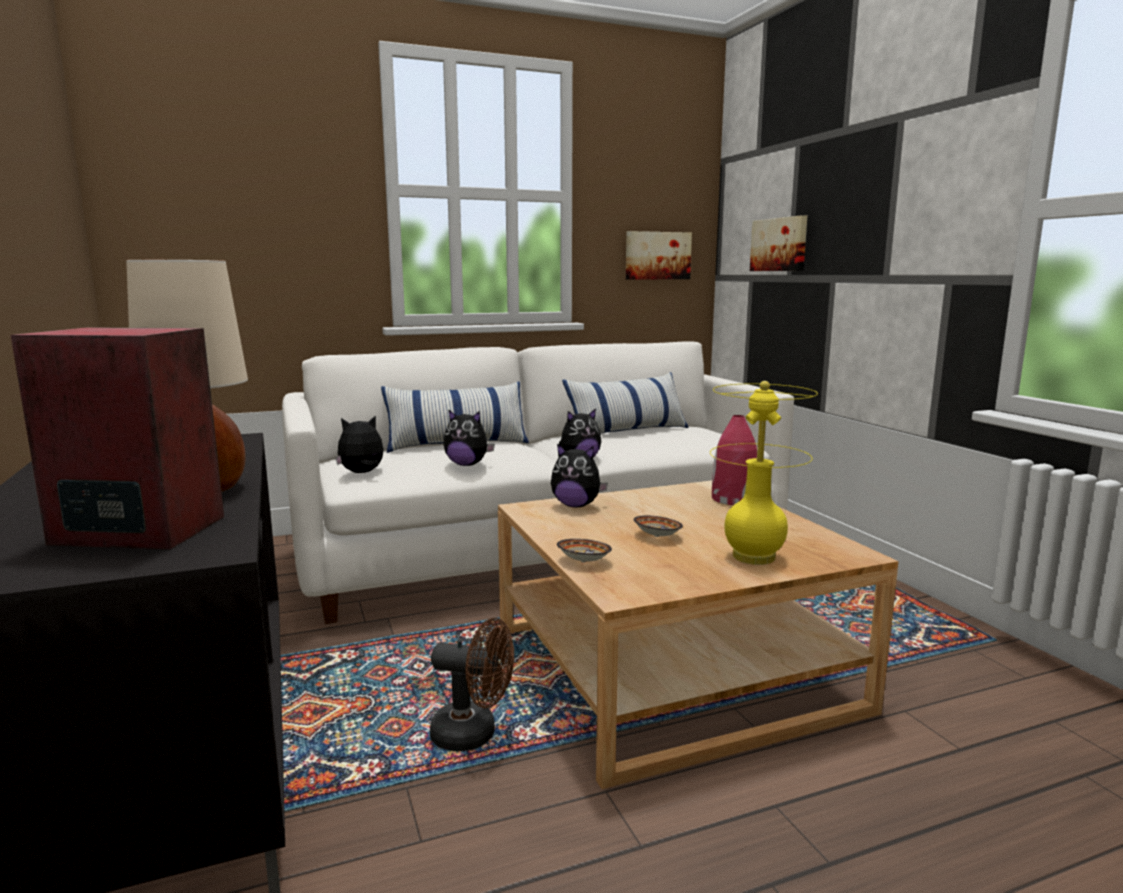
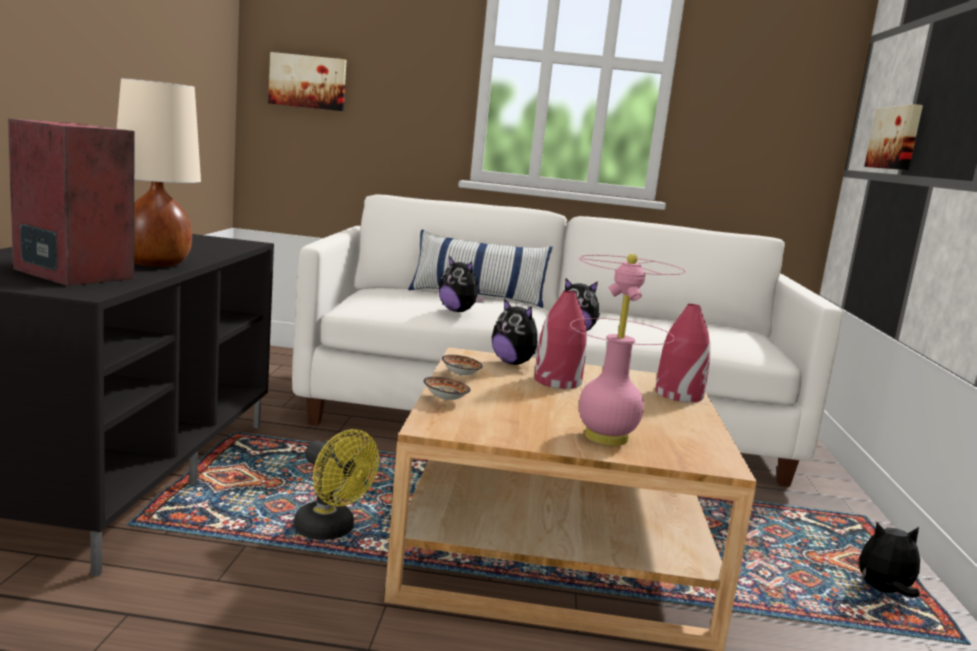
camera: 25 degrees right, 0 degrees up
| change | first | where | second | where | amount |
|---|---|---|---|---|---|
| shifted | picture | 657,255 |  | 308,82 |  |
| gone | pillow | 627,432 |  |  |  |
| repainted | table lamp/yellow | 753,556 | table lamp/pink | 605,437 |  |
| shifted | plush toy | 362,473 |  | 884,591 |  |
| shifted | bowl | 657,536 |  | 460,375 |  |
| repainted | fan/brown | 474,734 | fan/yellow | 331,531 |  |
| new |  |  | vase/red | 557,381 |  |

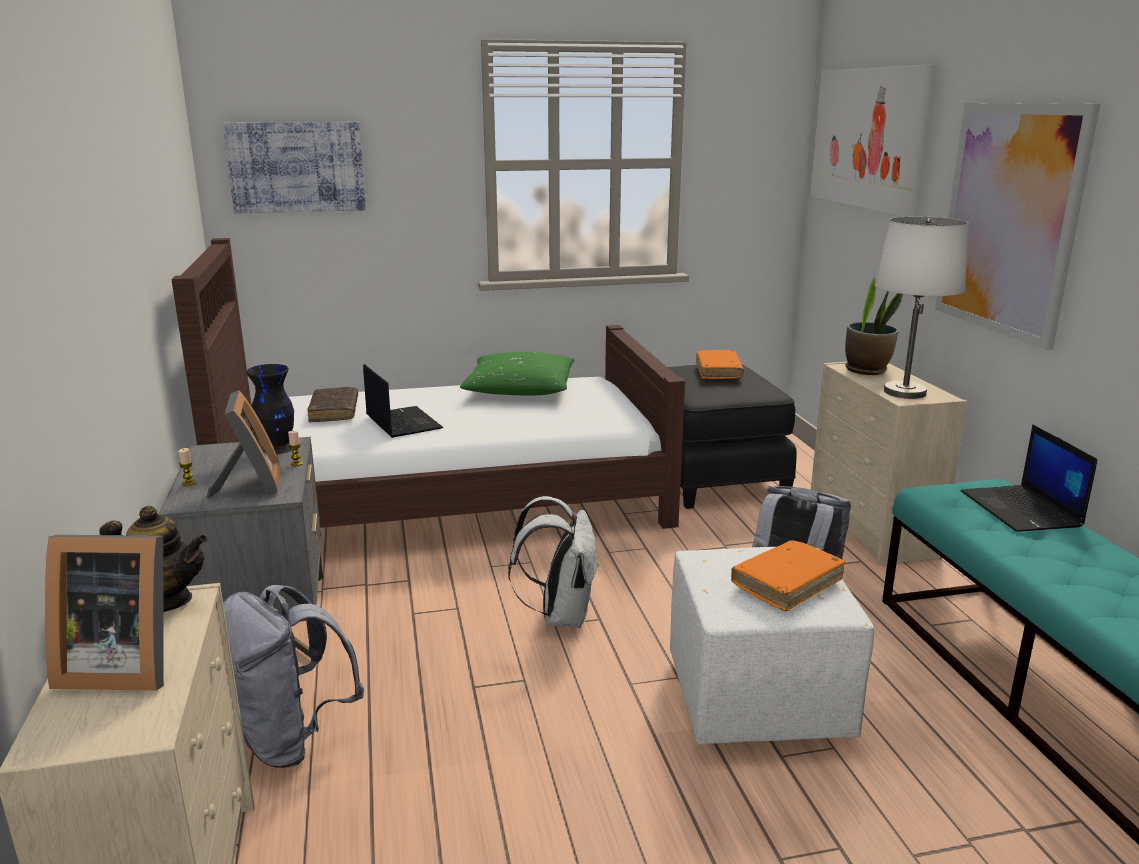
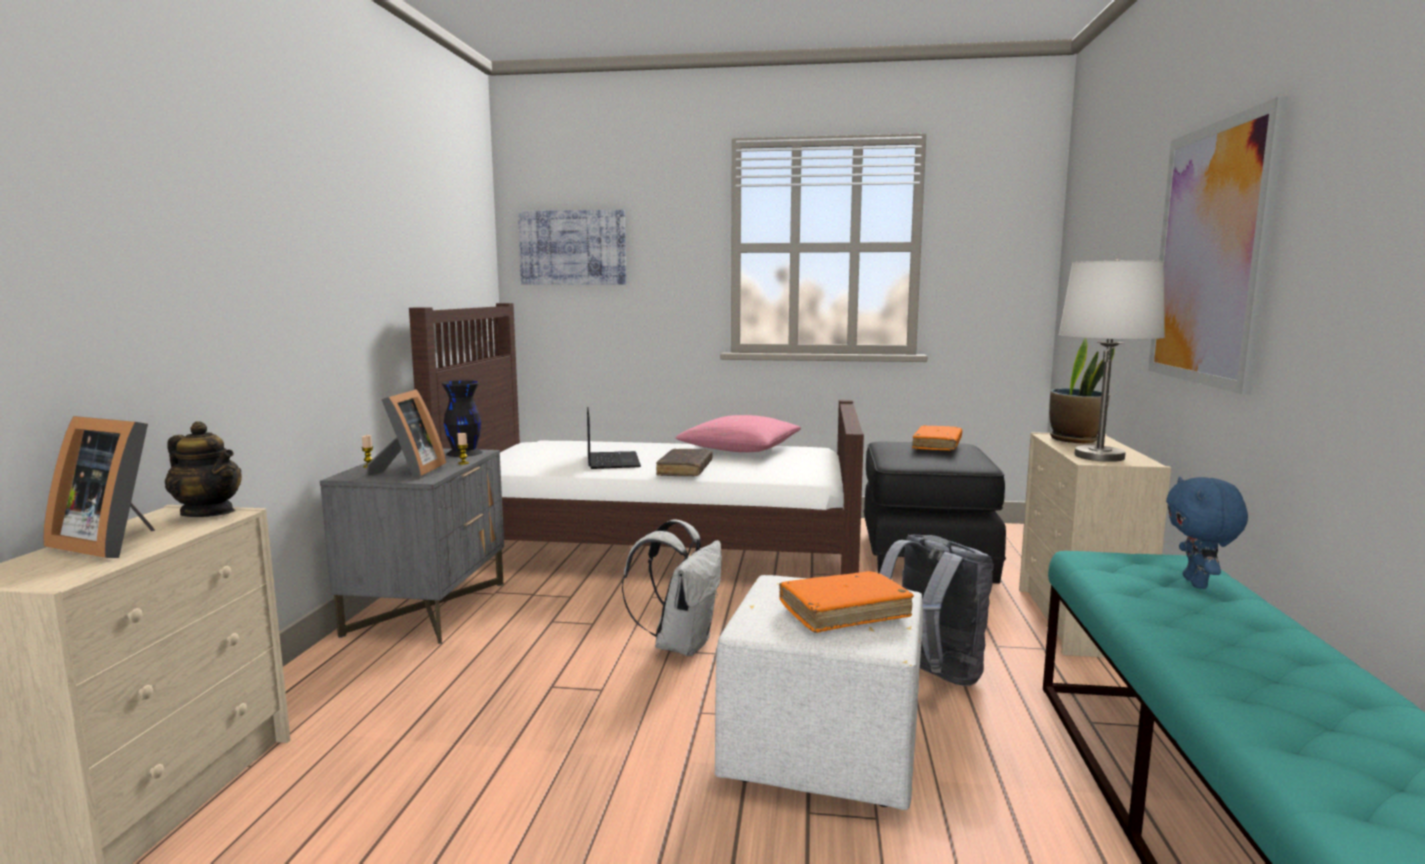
camera: 20 degrees right, 10 degrees down
| change | first | where | second | where | amount |
|---|---|---|---|---|---|
| gone | picture | 869,138 |  |  |  |
| repainted | pillow/green | 520,390 | pillow/pink | 739,449 |  |
| shifted | book/brown | 334,412 |  | 685,470 |  |
| swapped | laptop | 1022,510 | plush toy/blue | 1197,583 |  |
| gone | backpack/grey | 290,739 |  |  |  |

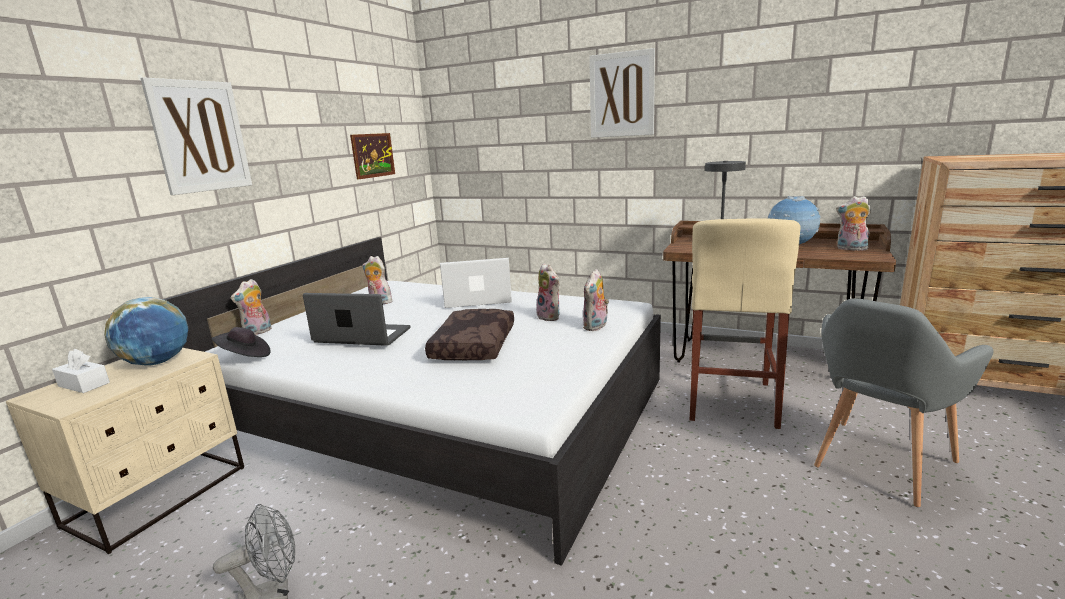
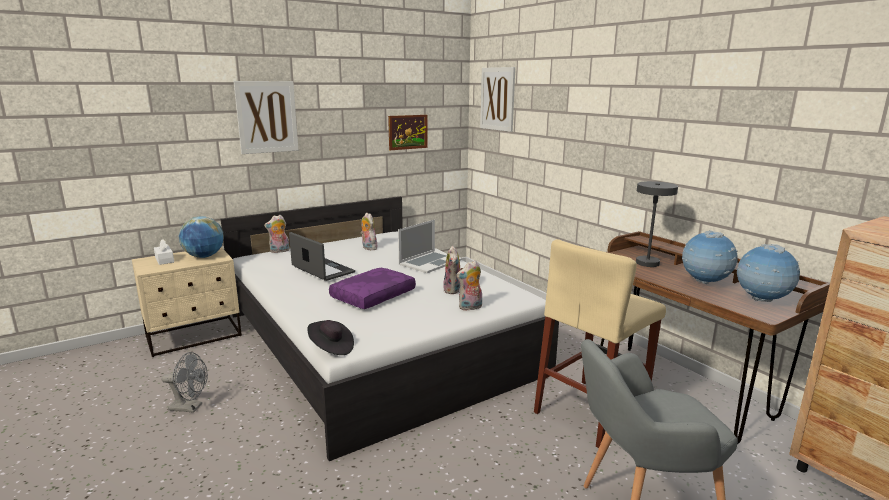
camera: 30 degrees right, 0 degrees up
| change | first | where | second | where | amount |
|---|---|---|---|---|---|
| shifted | picture | 621,95 |  | 497,99 |  |
| swapped | plush toy | 850,249 | globe | 762,300 |  |
| rotated | laptop | 478,298 |  | 430,262 | 105 degrees clockwise |
| repainted | pillow/brown | 472,345 | pillow/purple | 373,296 |  |
| shifted | hat/black | 245,356 |  | 331,348 |  |

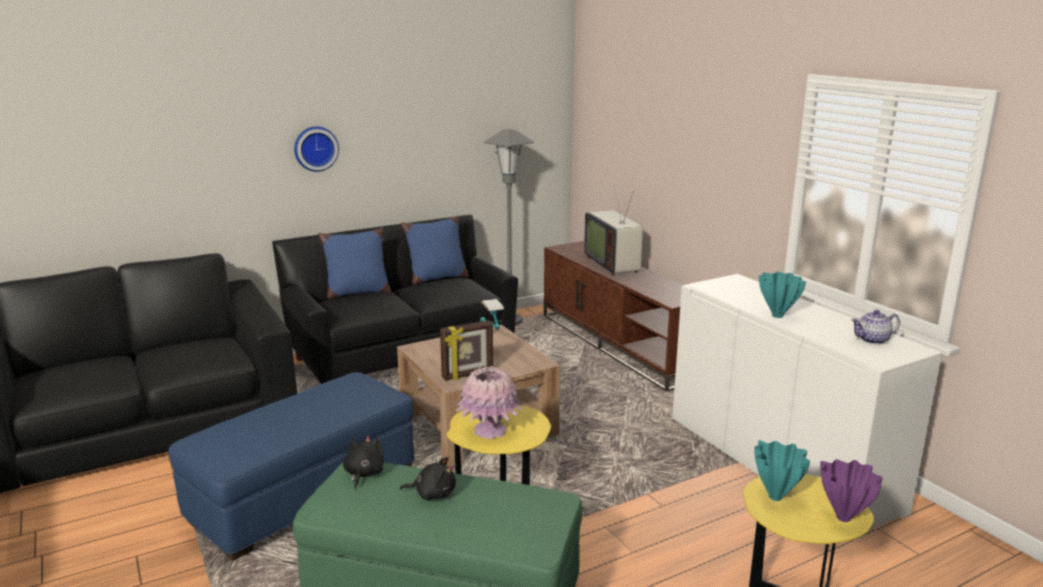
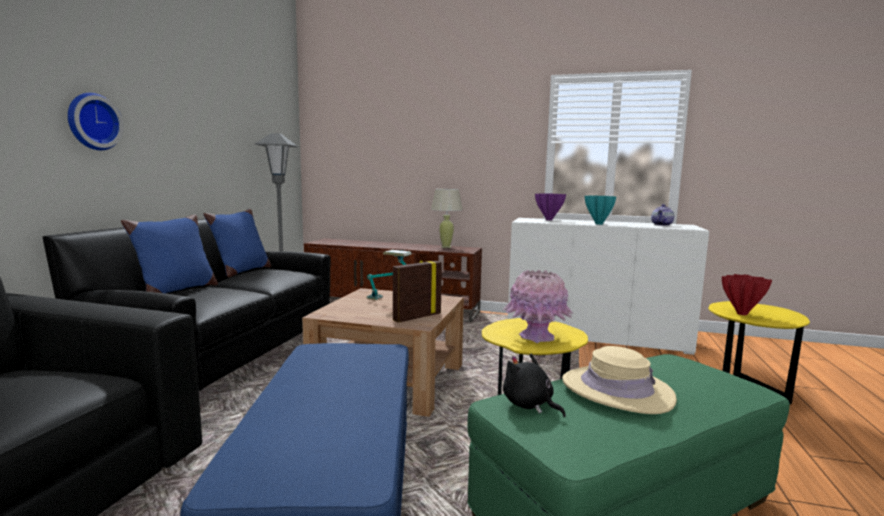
camera: 45 degrees left, 10 degrees down
| change | first | where | second | where | amount |
|---|---|---|---|---|---|
| gone | television | 614,264 |  |  |  |
| rotated | picture frame | 468,375 |  | 416,317 | 150 degrees counterclockwise |
| repainted | vase/turquoise | 776,498 | vase/red | 743,314 |  |
| swapped | plush toy/black | 433,493 | hat/beige | 616,390 |  |
| shifted | vase/purple | 844,518 |  | 549,220 |  |
| new |  |  | table lamp/beige | 446,247 |  |

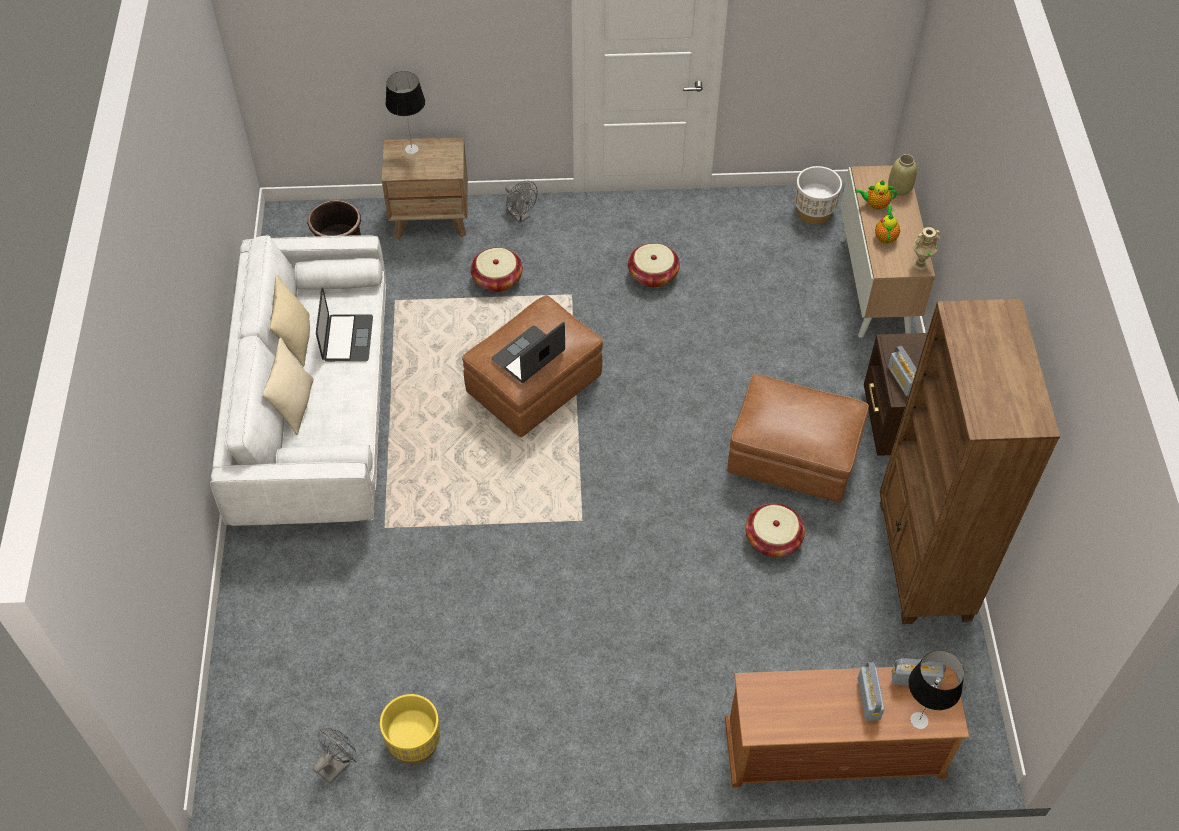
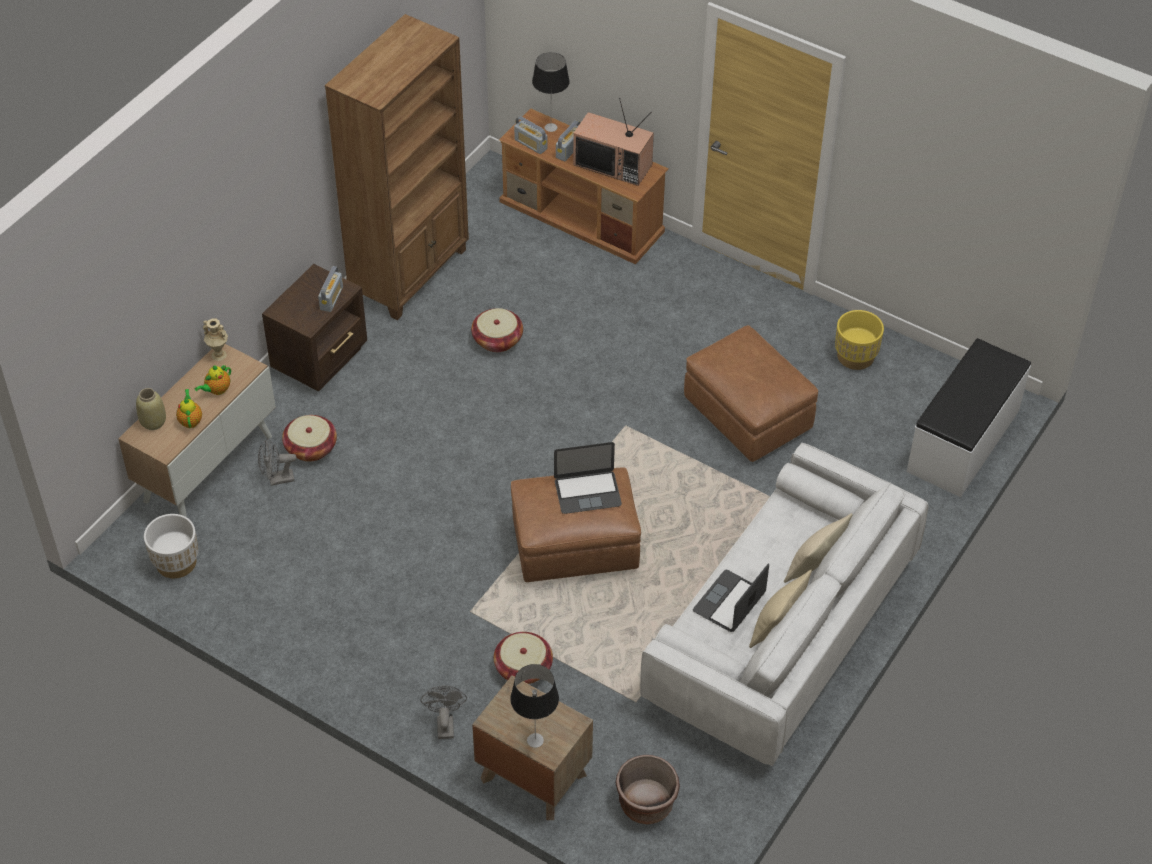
camera: 145 degrees left, 5 degrees down
| change | first | where | second | where | amount |
|---|---|---|---|---|---|
| rotated | teapot | 875,204 |  | 190,420 | 135 degrees counterclockwise |
| shifted | basket | 653,274 |  | 311,447 |  |
| shifted | ottoman/brown | 792,459 |  | 747,415 |  |
| shifted | fan/grey | 338,764 |  | 277,479 |  |
| new |  |  | television | 614,164 |  |
| new |  |  | bench/white | 964,441 |  |

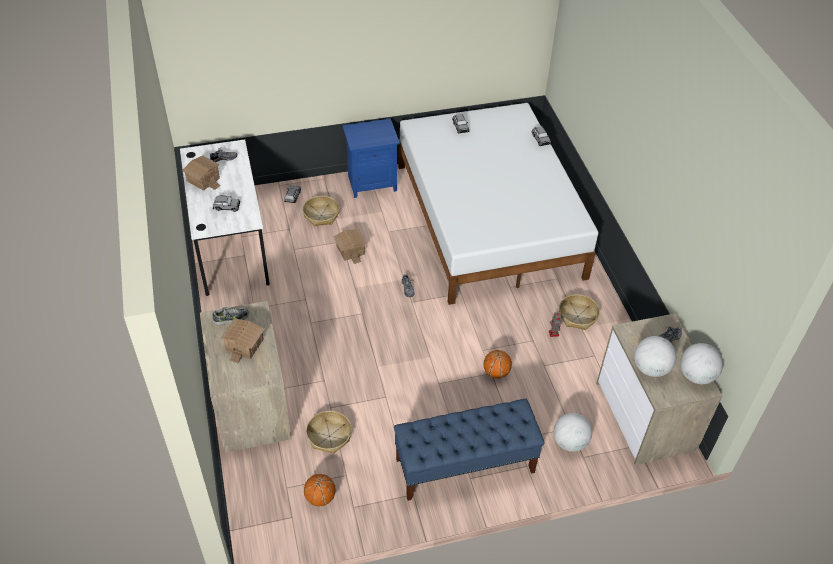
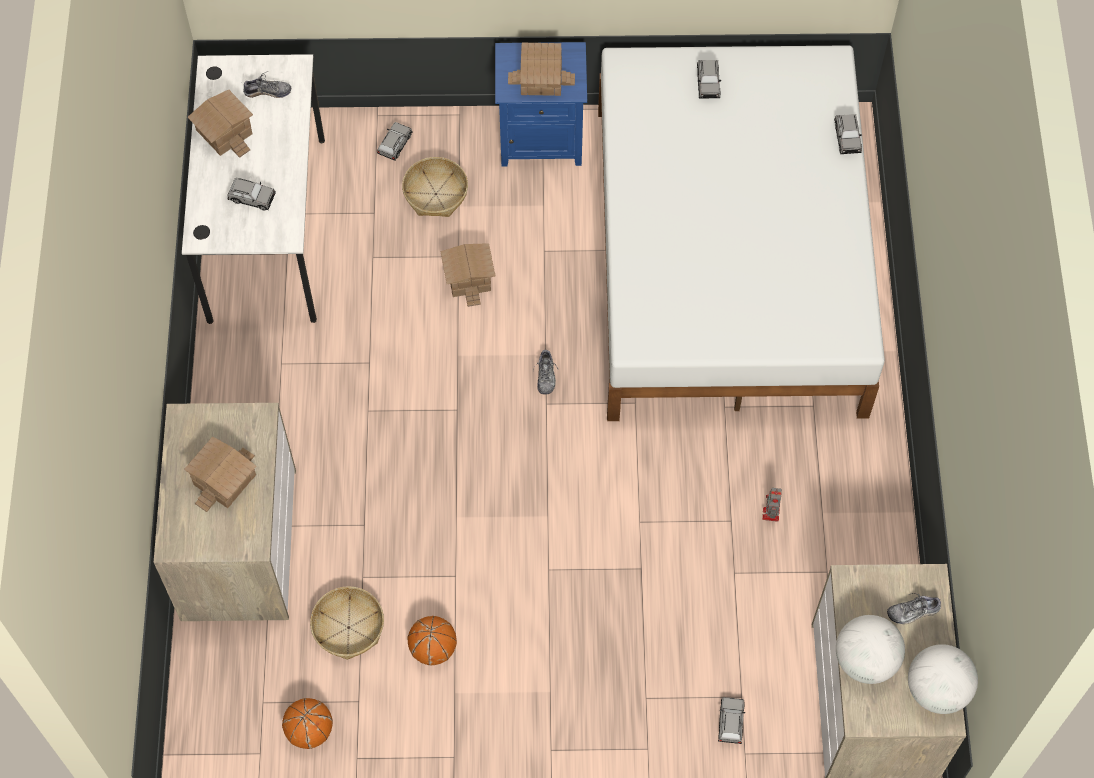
camera: 15 degrees right, 15 degrees up
| change | first | where | second | where | amount |
|---|---|---|---|---|---|
| gone | basket | 578,316 |  |  |  |
| gone | shoe | 231,318 |  |  |  |
| shifted | basketball | 496,372 |  | 433,648 |  |
| gone | bench/blue | 464,466 |  |  |  |
| swapped | globe | 569,442 | toy car/grey | 730,722 |  |
| new |  |  | toy house | 541,80 |  |

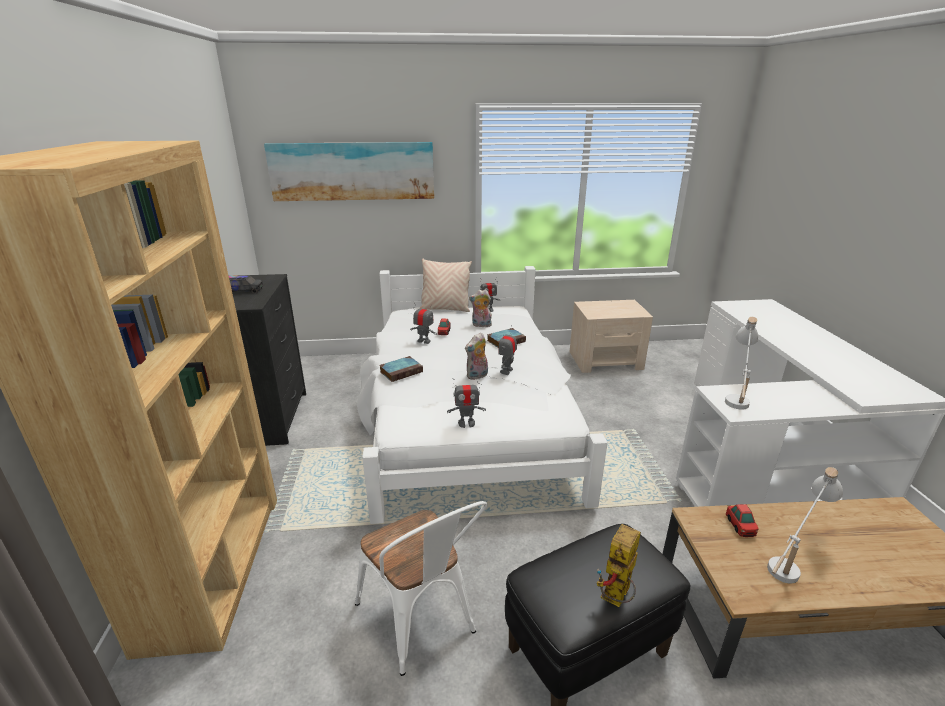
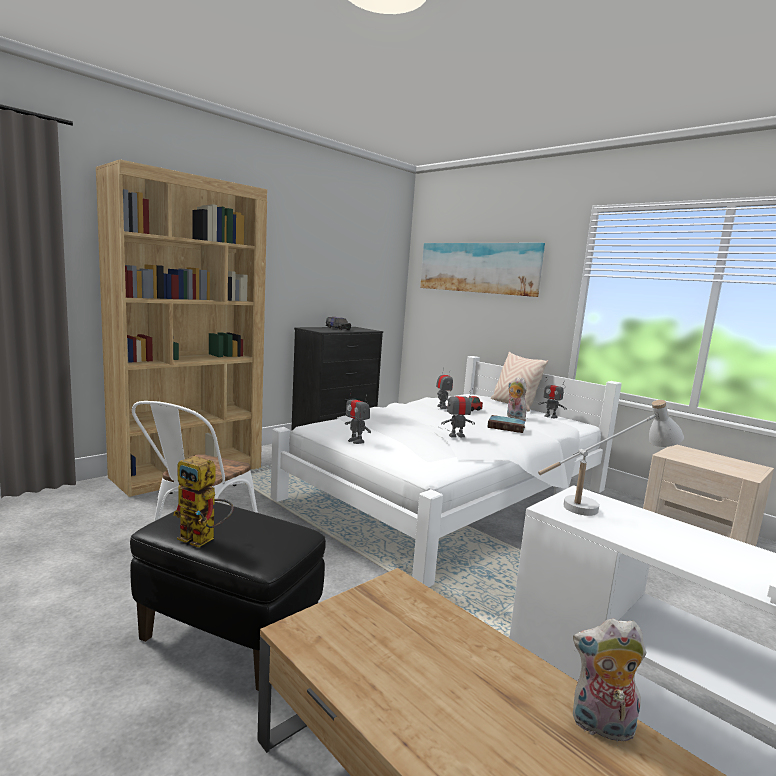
camera: 50 degrees right, 15 degrees down
| change | first | where | second | where | amount |
|---|---|---|---|---|---|
| shifted | plush toy | 477,376 |  | 601,727 |  |
| gone | book | 401,371 |  |  |  |
| gone | table lamp/white | 791,560 |  |  |  |
| gone | toy car | 740,526 |  |  |  |
| rotated | toy robot | 615,599 |  | 204,539 | 150 degrees counterclockwise |

